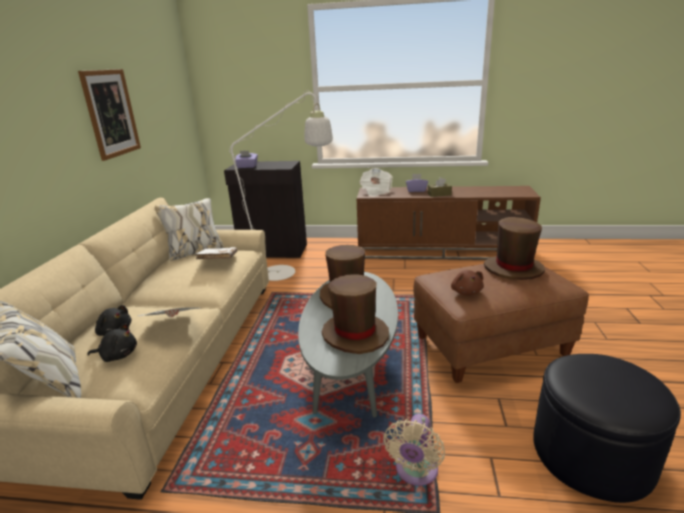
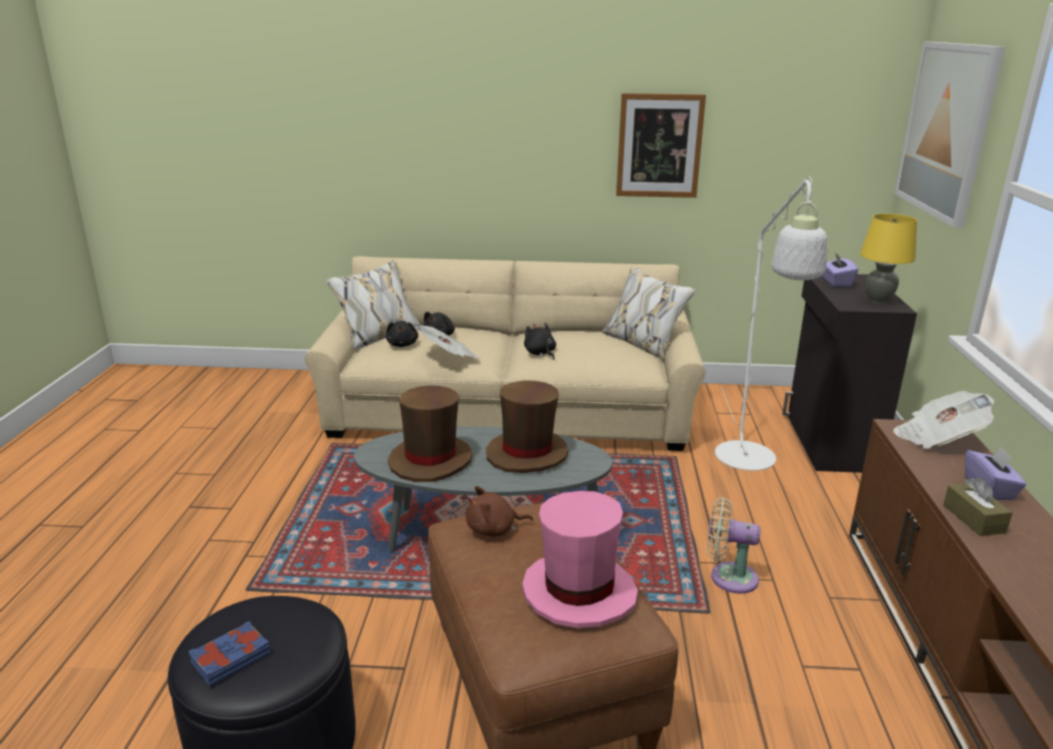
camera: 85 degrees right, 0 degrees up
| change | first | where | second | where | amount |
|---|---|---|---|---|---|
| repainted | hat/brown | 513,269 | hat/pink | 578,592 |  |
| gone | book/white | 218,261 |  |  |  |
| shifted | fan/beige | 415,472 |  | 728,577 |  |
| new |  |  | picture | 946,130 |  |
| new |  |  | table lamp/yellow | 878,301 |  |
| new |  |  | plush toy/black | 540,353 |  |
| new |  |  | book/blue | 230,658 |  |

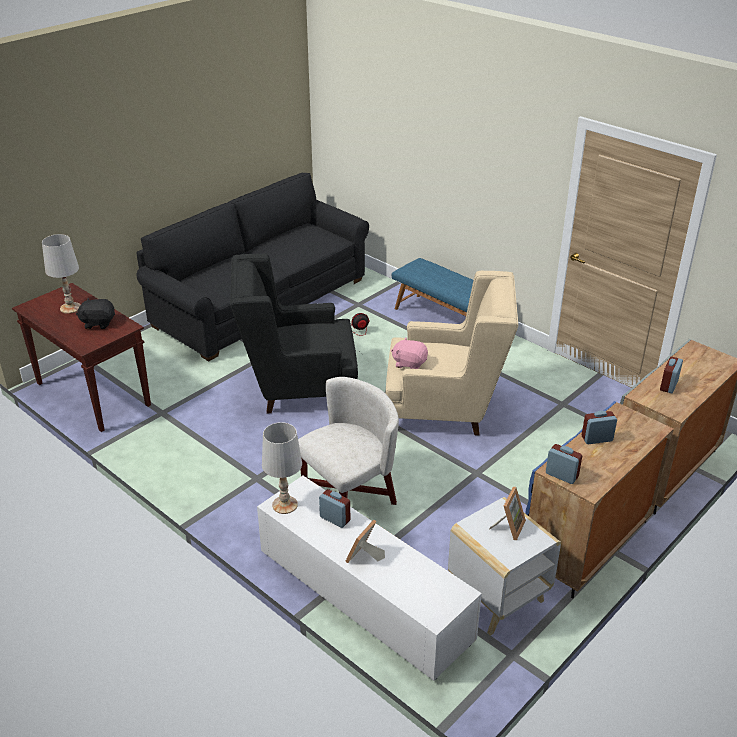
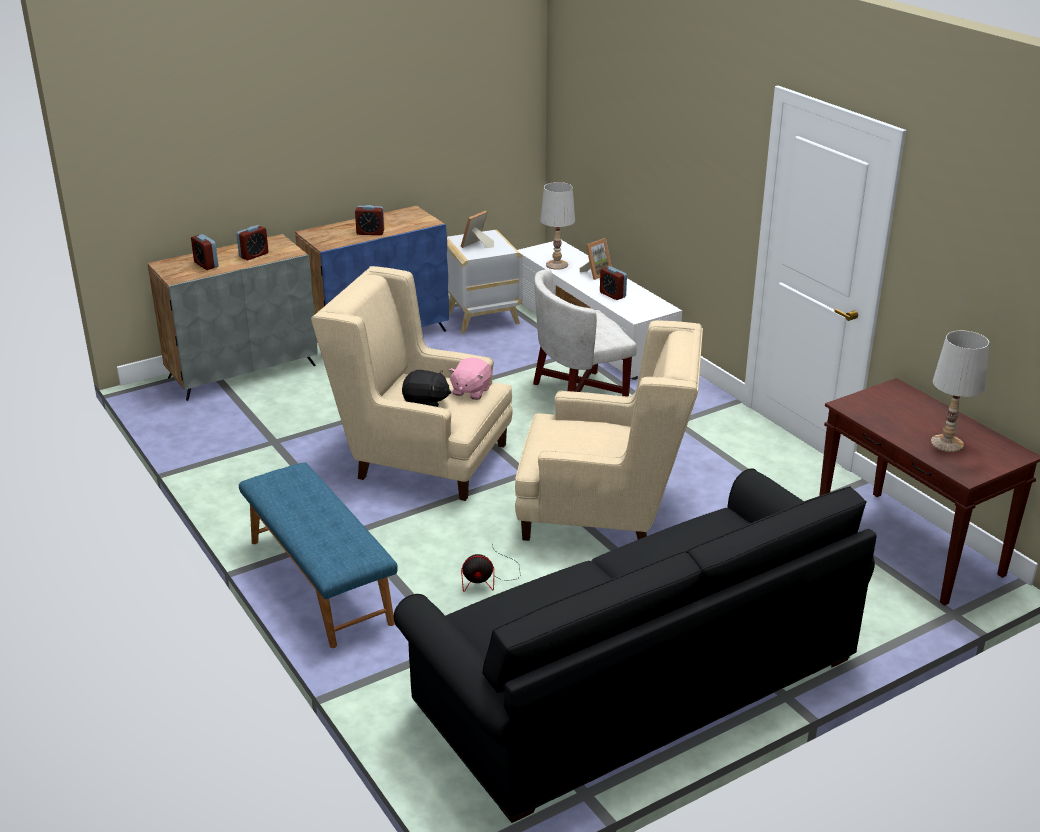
camera: 165 degrees left, 5 degrees down
| change | first | where | second | where | amount |
|---|---|---|---|---|---|
| repainted | armchair/black | 297,387 | armchair/beige | 606,513 |  |
| shifted | plush toy/black | 98,323 |  | 426,403 |  |
| rotated | plush toy/pink | 409,364 |  | 470,391 | 75 degrees clockwise |
| shifted | table lamp/white | 285,504 |  | 556,265 |  |
| shifted | alarm clock | 561,475 |  | 206,265 |  |

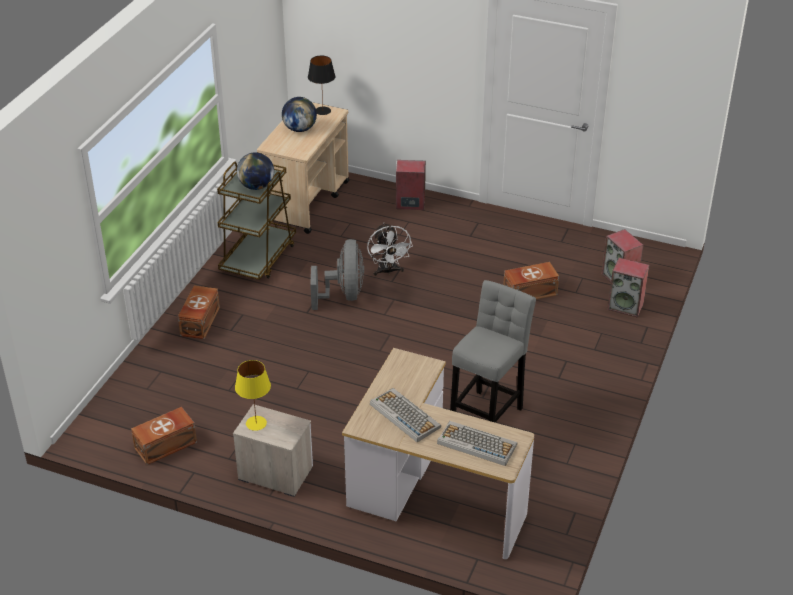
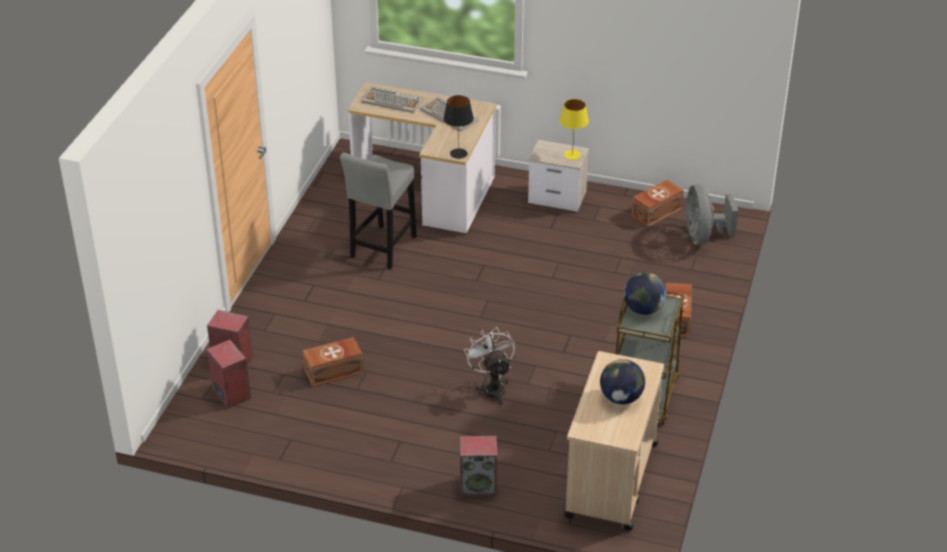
camera: 175 degrees right, 0 degrees up
| change | first | where | second | where | amount |
|---|---|---|---|---|---|
| shifted | table lamp/black | 323,111 |  | 458,153 |  |
| shifted | fan/grey | 343,295 |  | 703,236 |  |

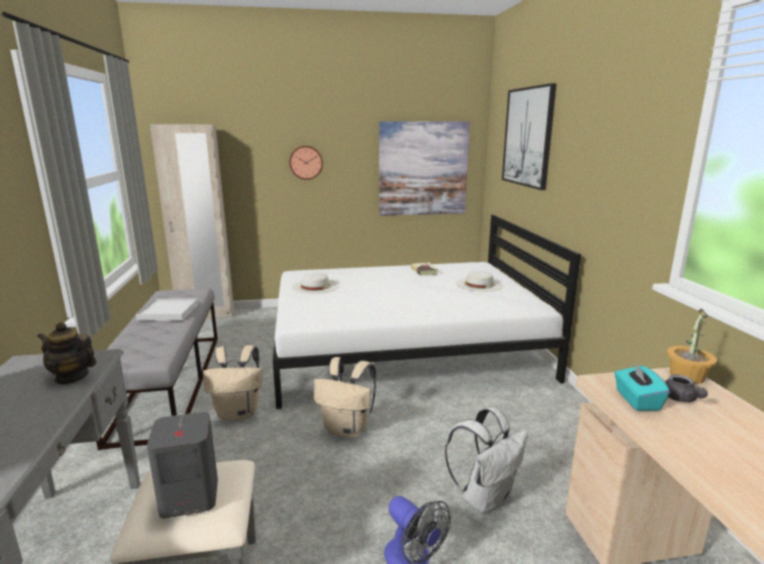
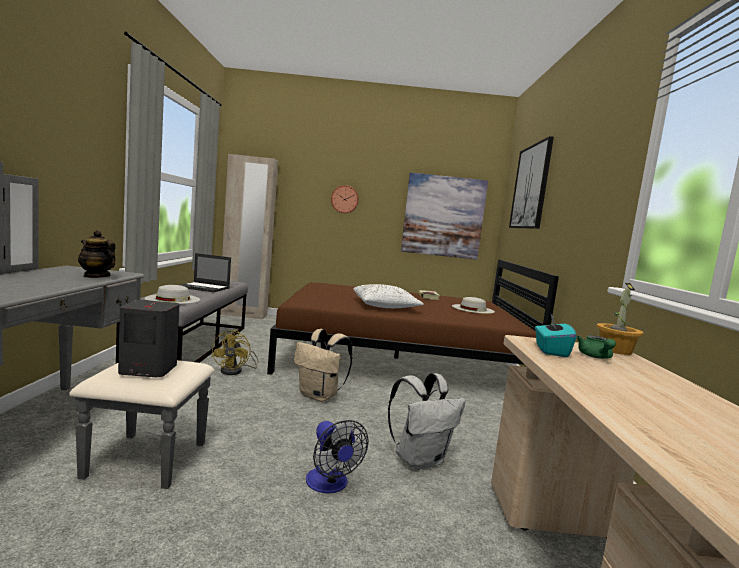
camera: 10 degrees right, 10 degrees down
| change | first | where | second | where | amount |
|---|---|---|---|---|---|
| repainted | bed/white | 405,348 | bed/brown | 398,358 |  |
| shifted | hat/white | 315,286 |  | 173,299 |  |
| swapped | tray/white | 169,312 | laptop | 204,287 |  |
| swapped | backpack/beige | 239,413 | fan/yellow | 235,371 |  |
| repainted | teapot/grey | 680,399 | teapot/green | 595,357 |  |
| new |  |  | pillow/white | 385,306 |  |

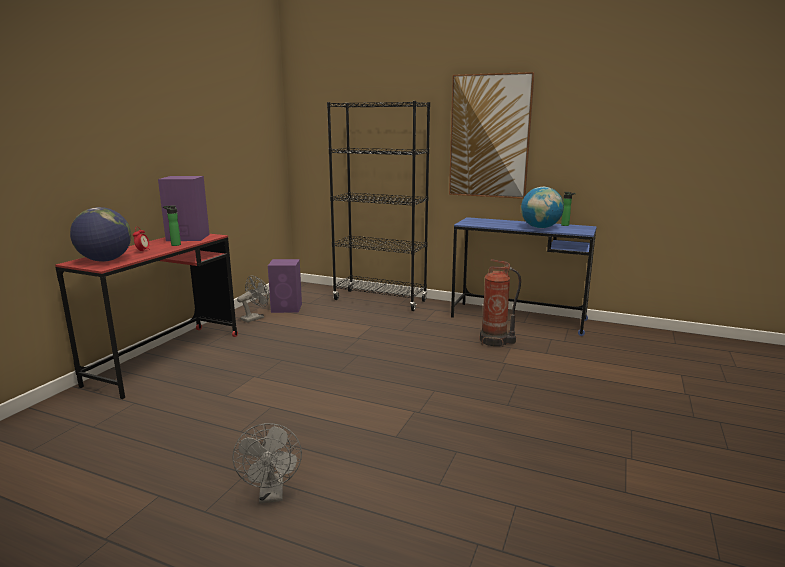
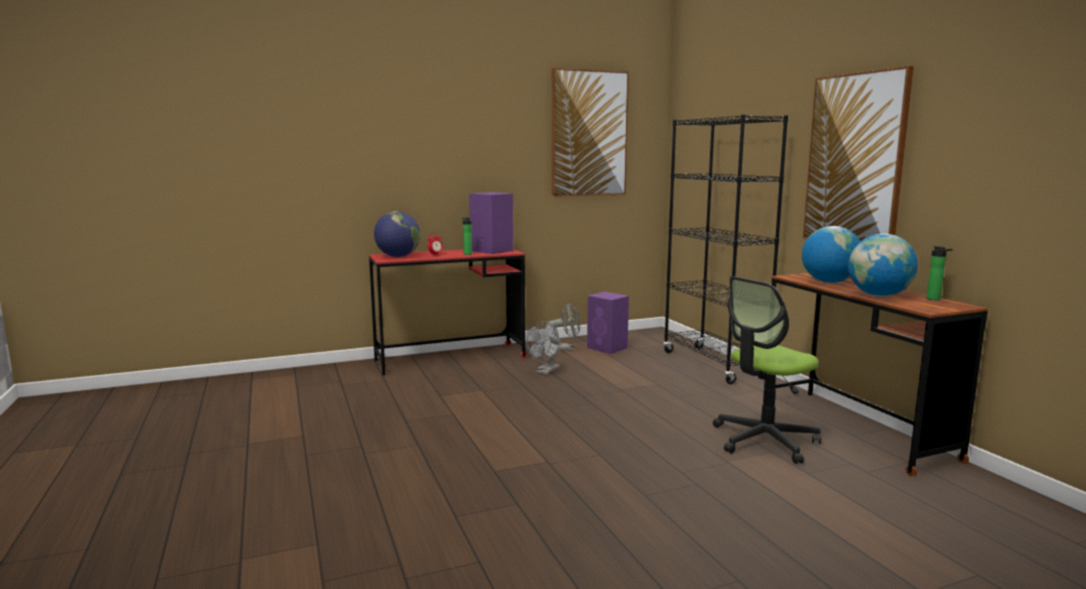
camera: 45 degrees right, 5 degrees down
| change | first | where | second | where | amount |
|---|---|---|---|---|---|
| repainted | desk/blue | 518,318 | desk/brown | 853,429 |  |
| swapped | fire extinguisher | 495,342 | office chair | 764,440 |  |
| shifted | fan/grey | 272,495 |  | 545,371 |  |
| new |  |  | picture | 589,134 |  |
| new |  |  | globe | 829,282 |  |

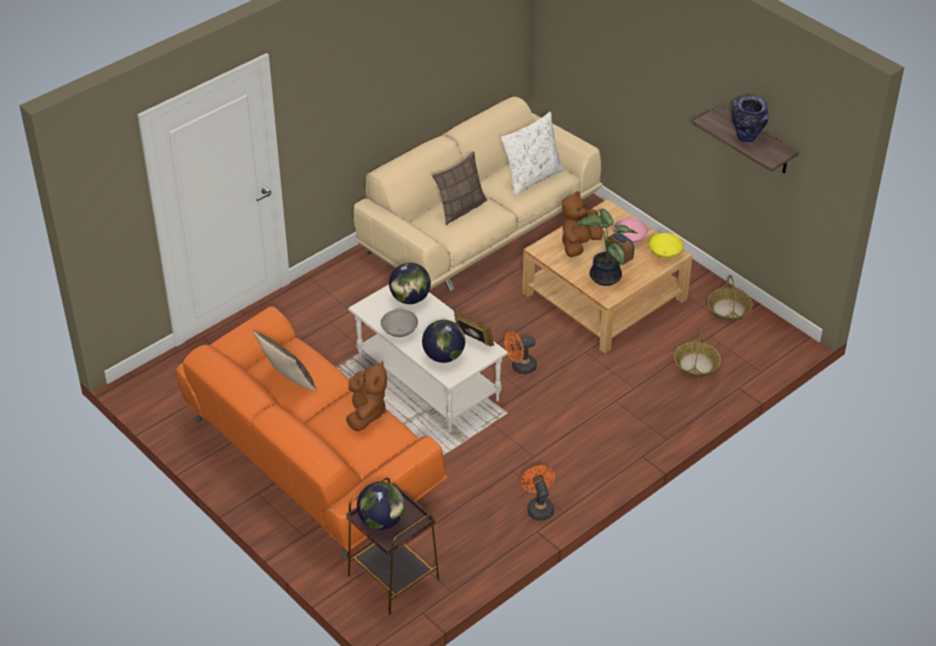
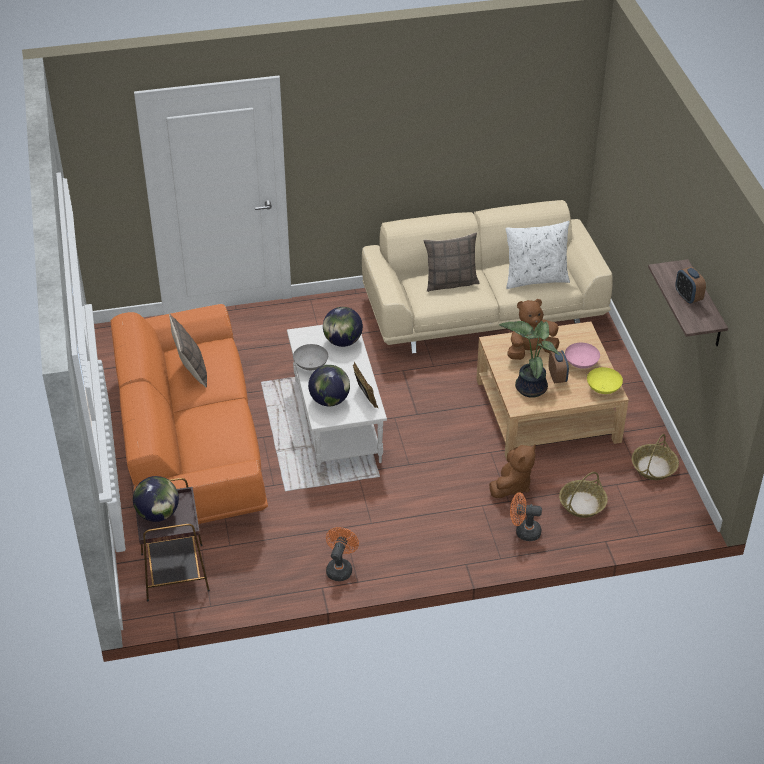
camera: 30 degrees right, 0 degrees up
| change | first | where | second | where | amount |
|---|---|---|---|---|---|
| swapped | vase | 747,137 | alarm clock | 688,297 |  |
| shifted | fan/orange | 520,367 |  | 523,532 |  |
| shifted | plush toy/brown | 366,413 |  | 512,485 |  |

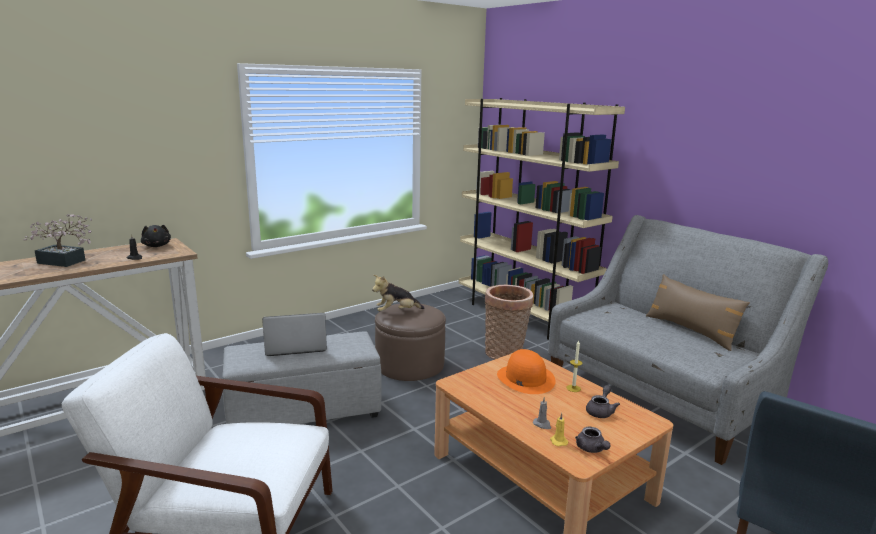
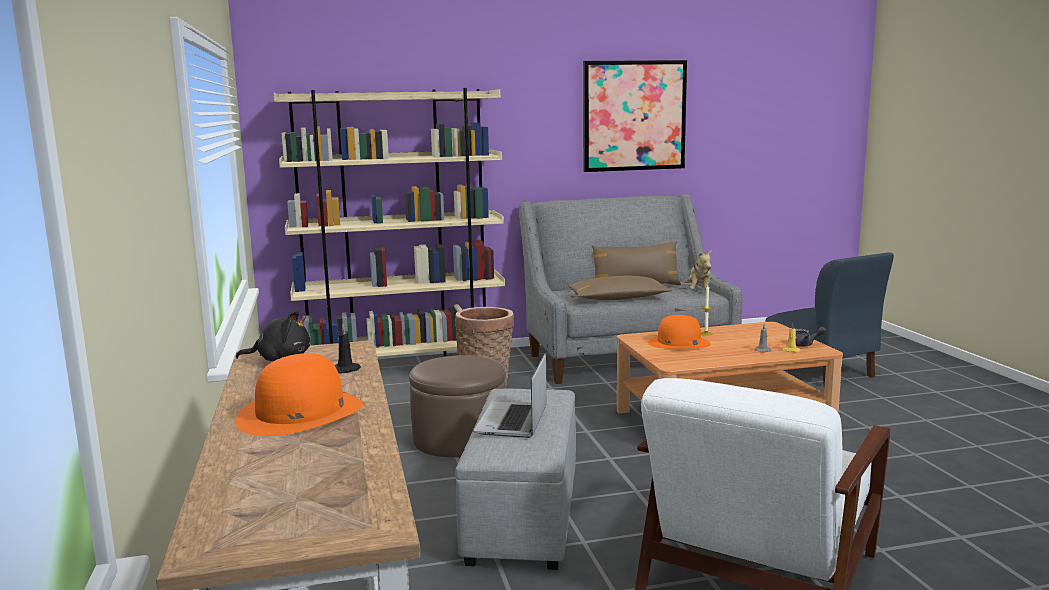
camera: 65 degrees left, 5 degrees down
| change | first | where | second | where | amount |
|---|---|---|---|---|---|
| swapped | potted plant | 65,262 | hat/orange | 300,413 |  |
| shifted | plush toy | 396,312 |  | 699,291 |  |
| gone | teapot/grey | 600,411 |  |  |  |
| new |  |  | picture | 634,116 |  |
| new |  |  | pillow/brown | 618,299 |  |

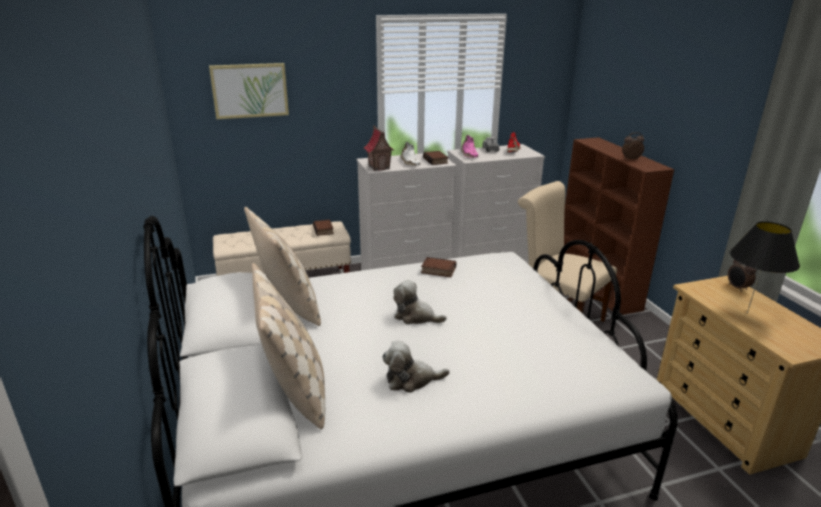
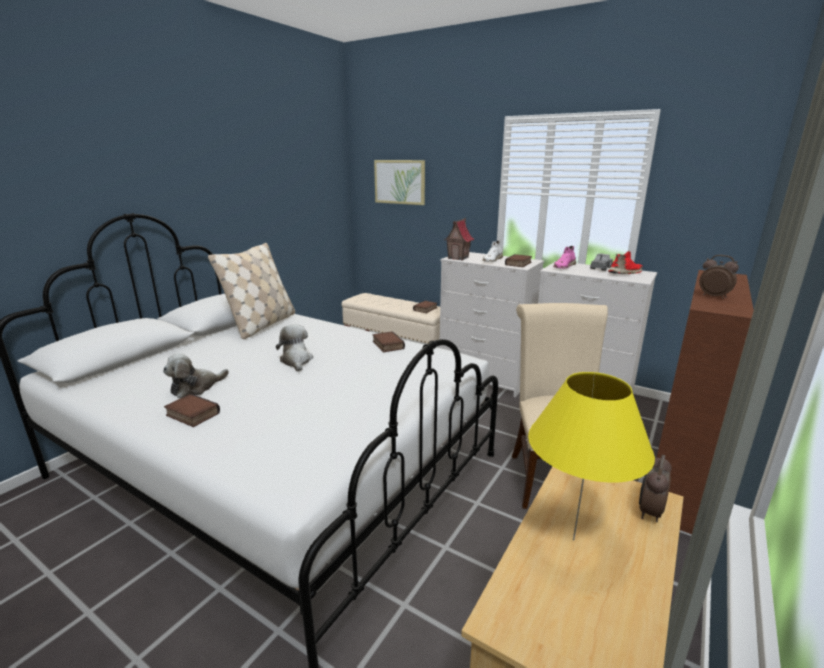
camera: 50 degrees right, 5 degrees down
| change | first | where | second | where | amount |
|---|---|---|---|---|---|
| repainted | table lamp/black | 747,313 | table lamp/yellow | 573,540 |  |
| gone | pillow/beige | 294,390 |  |  |  |
| rotated | plush toy | 411,380 |  | 196,388 | 90 degrees counterclockwise |
| new |  |  | book | 191,414 |  |

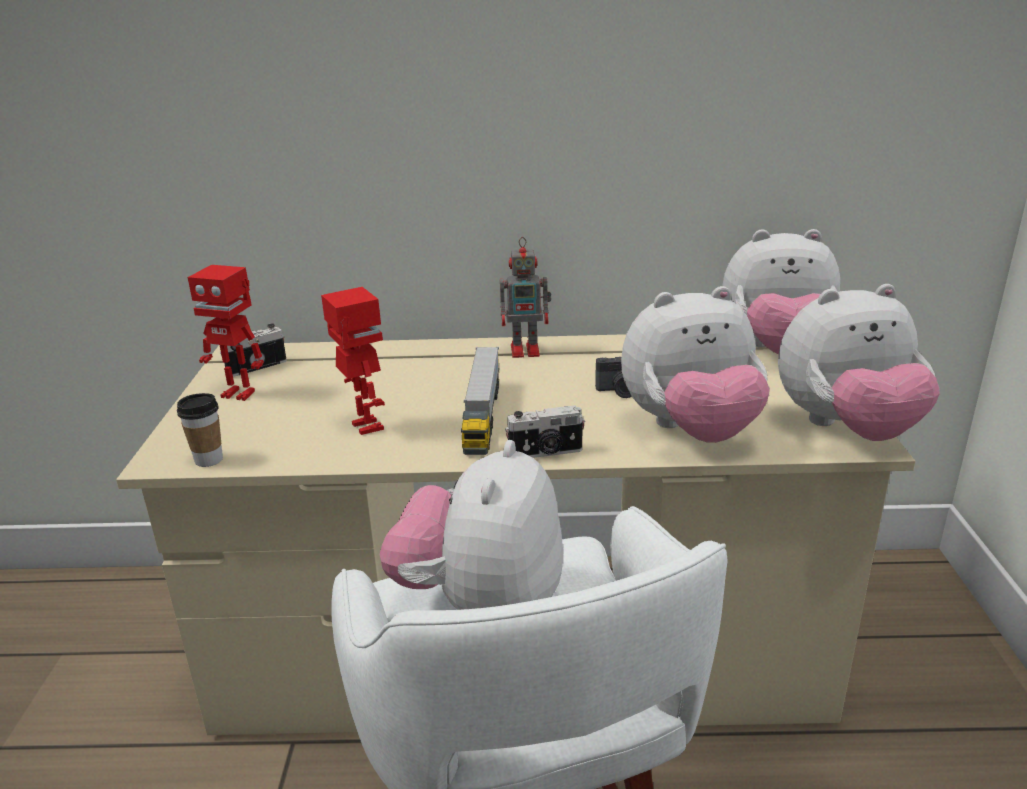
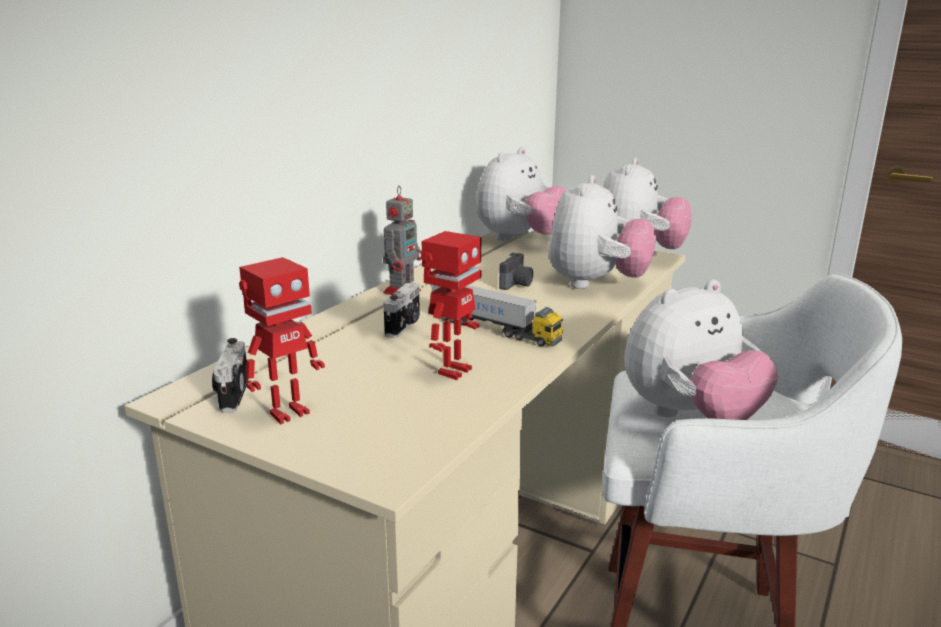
camera: 60 degrees left, 5 degrees down
| change | first | where | second | where | amount |
|---|---|---|---|---|---|
| rotated | toy robot | 365,427 |  | 453,371 | 120 degrees clockwise |
| gone | cup | 209,460 |  |  |  |
| shifted | photo camera | 546,453 |  | 404,326 |  |
| rotated | plush toy | 481,604 |  | 690,417 | 75 degrees counterclockwise |

